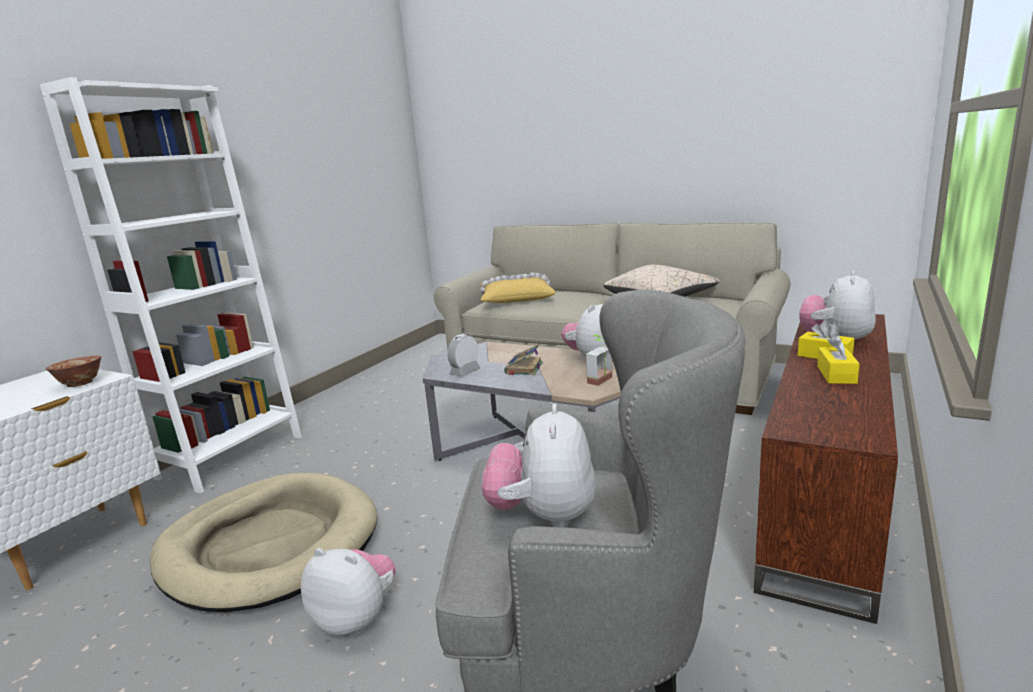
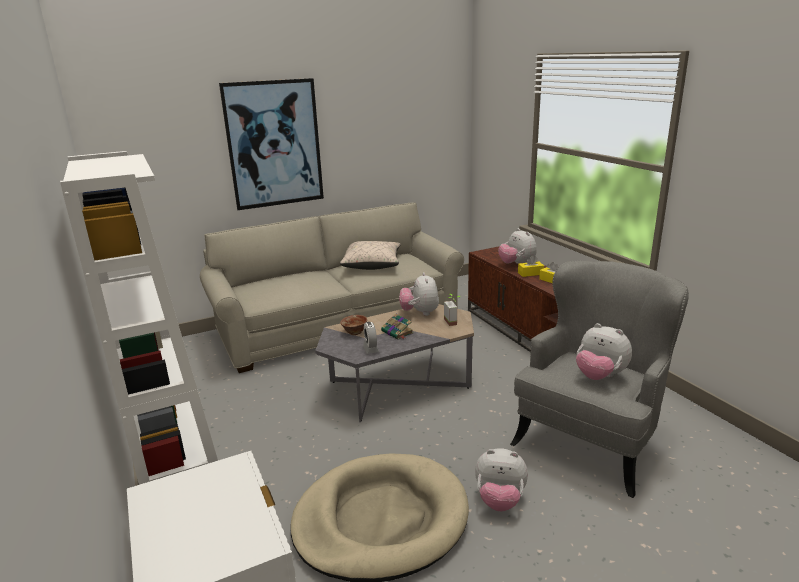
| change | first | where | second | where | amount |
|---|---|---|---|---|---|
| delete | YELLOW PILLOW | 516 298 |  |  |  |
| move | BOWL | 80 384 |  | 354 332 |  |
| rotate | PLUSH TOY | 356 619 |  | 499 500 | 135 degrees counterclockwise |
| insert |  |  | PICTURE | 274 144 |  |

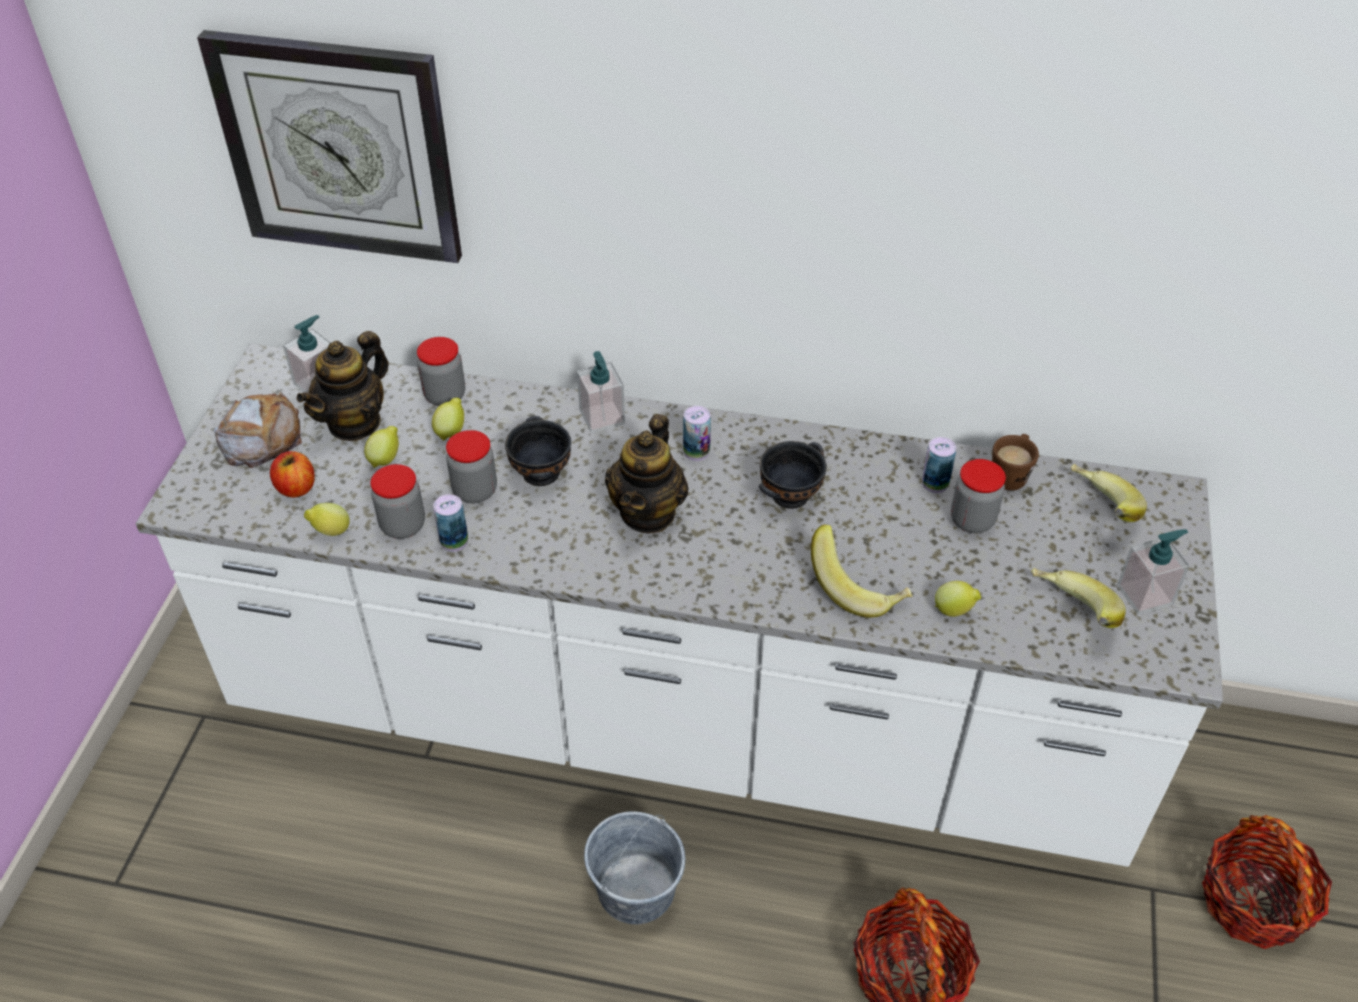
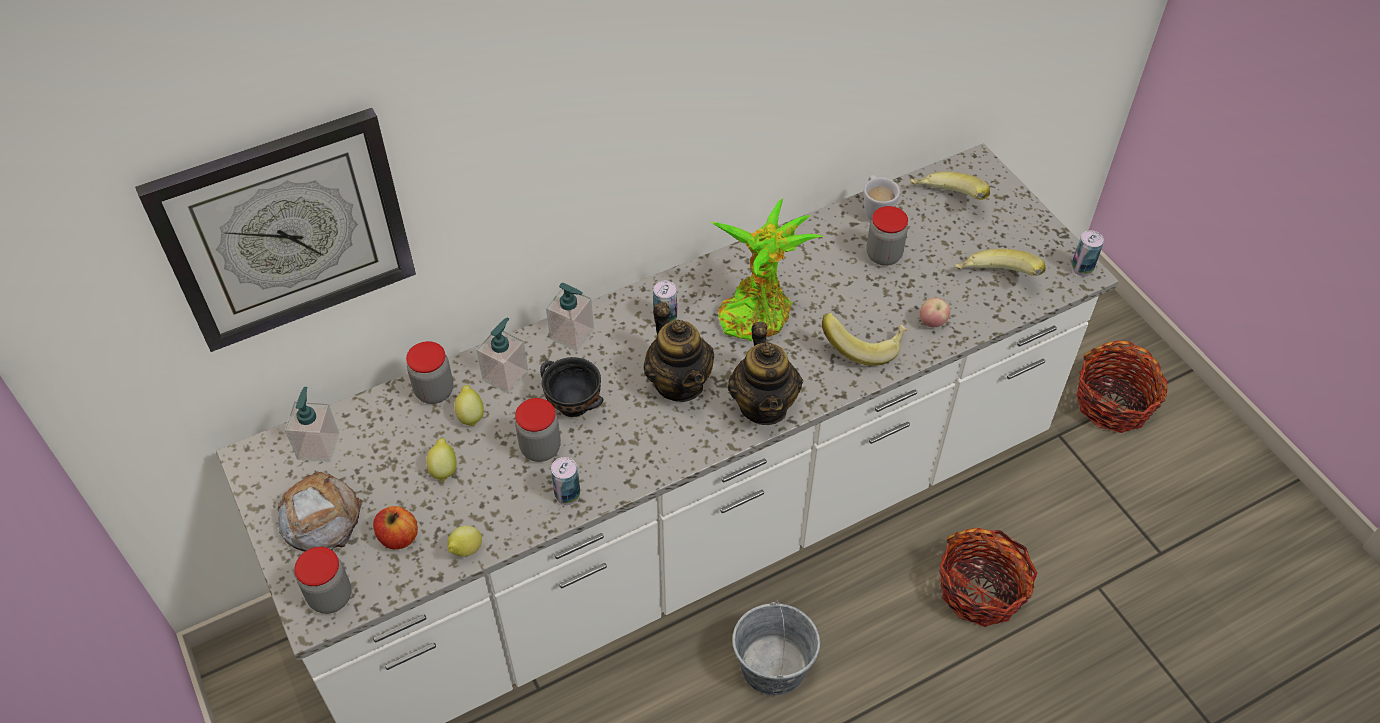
| change | first | where | second | where | amount |
|---|---|---|---|---|---|
| move | TEAPOT | 354 422 |  | 764 405 |  |
| recolor | BROWN MUG | 1011 474 | WHITE MUG | 876 209 |  |
| move | CAN | 935 484 |  | 1082 268 |  |
| replace | BLACK BOWL | 788 495 | POTTED PLANT | 757 311 |  |
| move | JAR | 403 525 |  | 330 597 |  |
| move | SOAP DISPENSER | 1145 595 |  | 505 375 |  |
| replace | LEMON | 954 611 | APPLE | 932 322 |  |

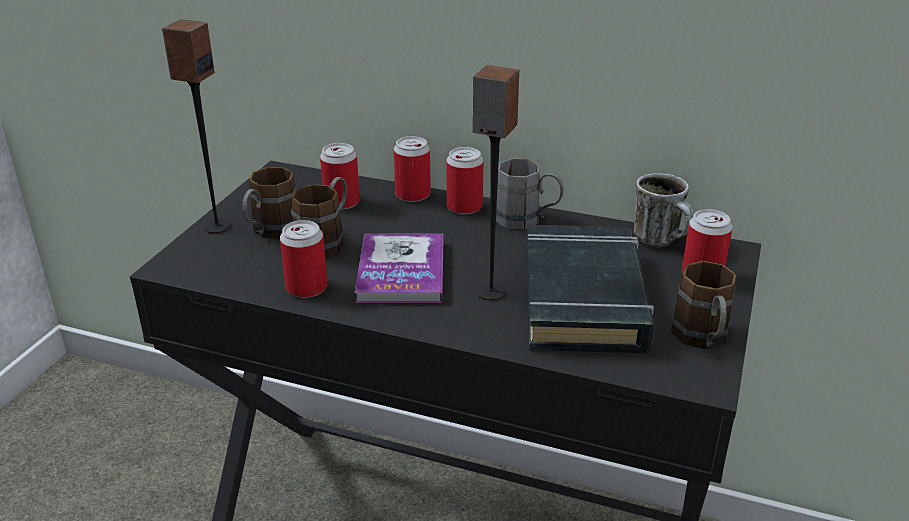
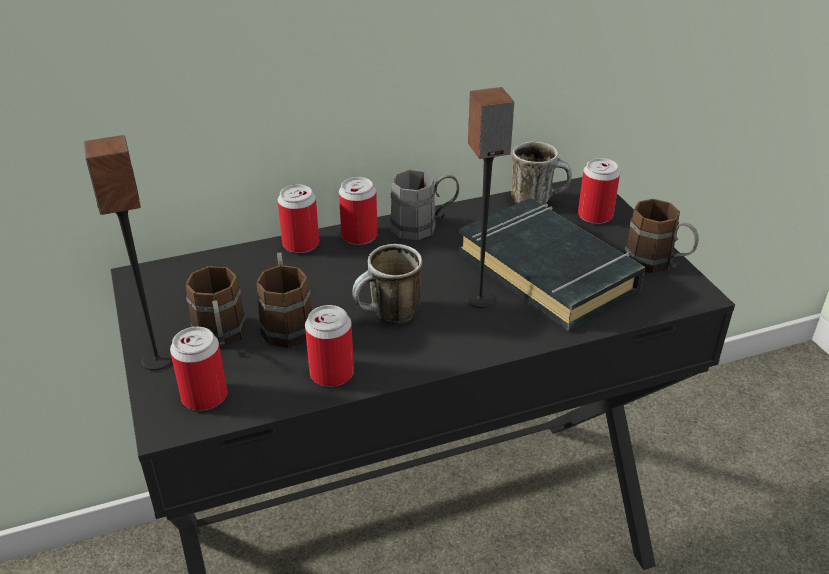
| change | first | where | second | where | amount |
|---|---|---|---|---|---|
| move | CAN | 342 202 |  | 204 396 |  |
| replace | BOOK | 401 271 | MUG | 389 317 |  |

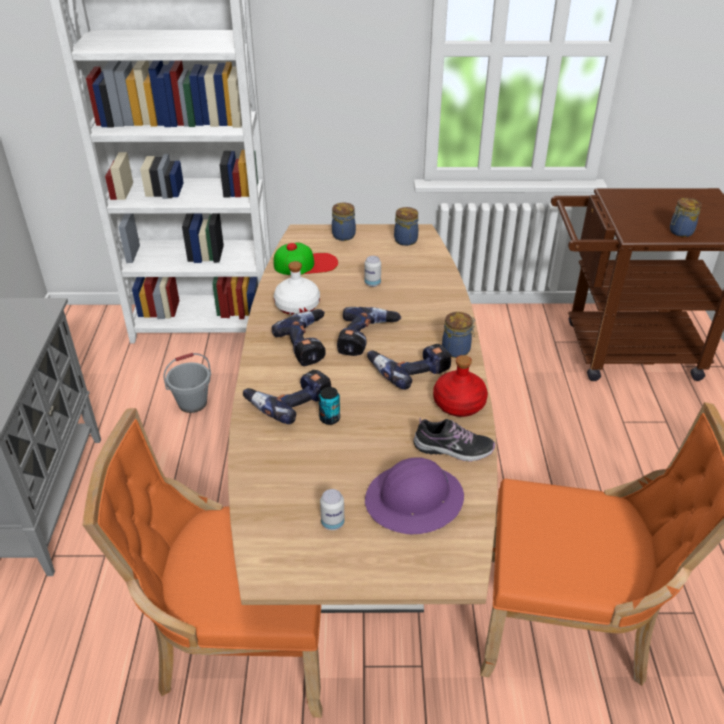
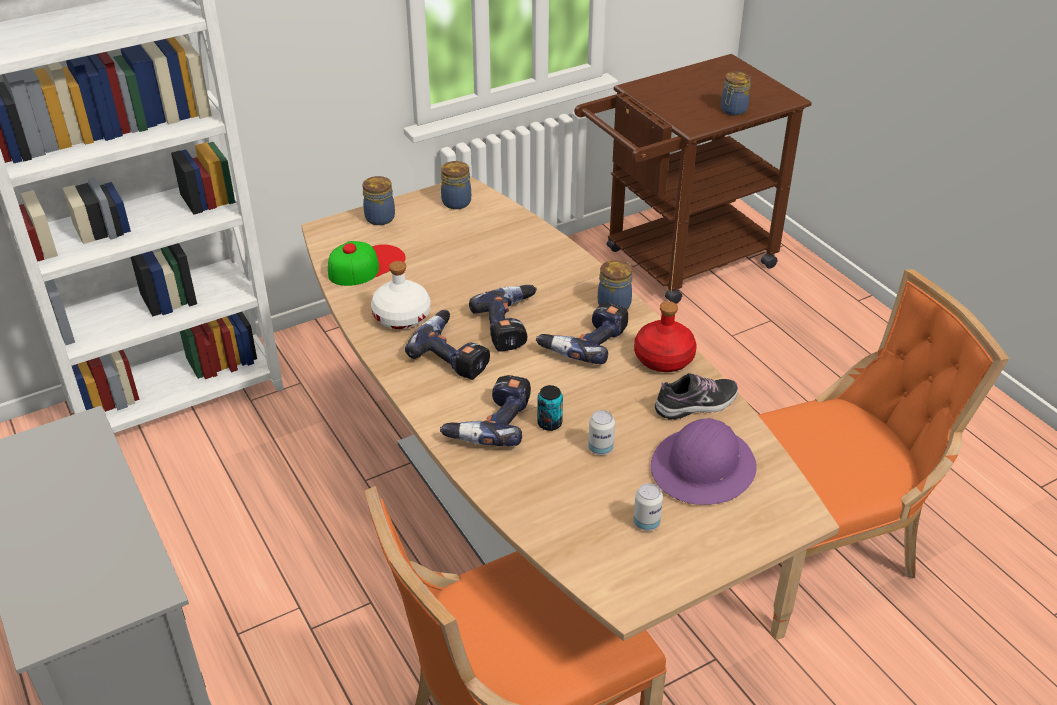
| change | first | where | second | where | amount |
|---|---|---|---|---|---|
| move | CAN | 372 283 |  | 600 449 |  |
| delete | GREY BUCKET | 192 403 |  |  |  |

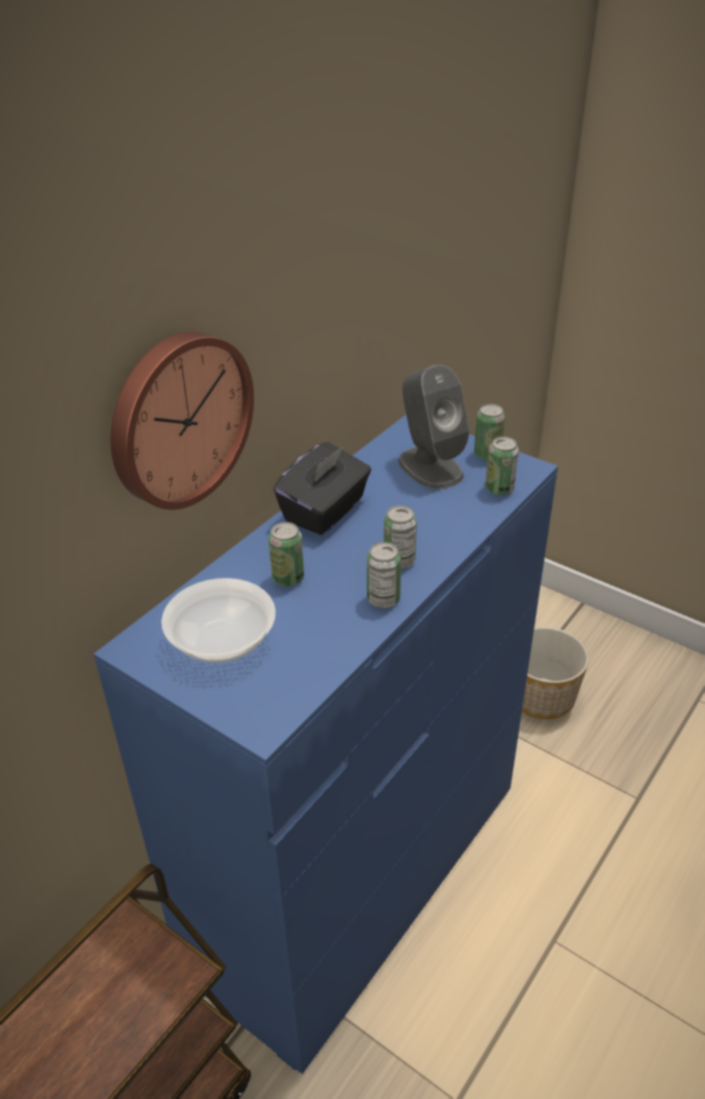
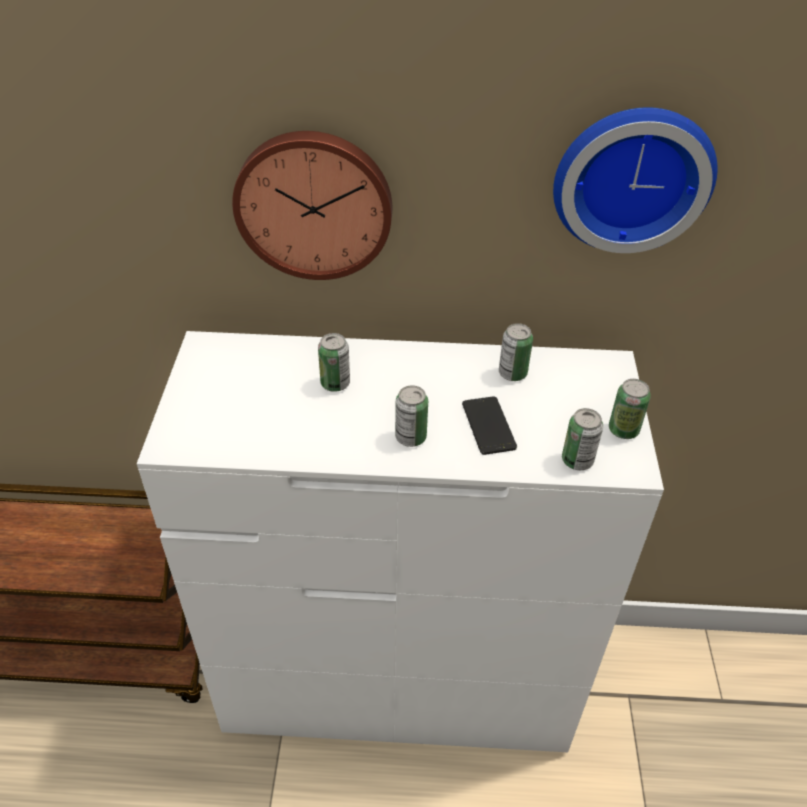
| change | first | where | second | where | amount |
|---|---|---|---|---|---|
| delete | GREY SPEAKER | 430 467 |  |  |  |
| recolor | BLUE DRESSER | 359 878 | WHITE DRESSER | 397 680 |  |
| delete | BLACK TISSUE BOX | 325 511 |  |  |  |
| move | CAN | 383 599 |  | 512 373 |  |
| delete | BOWL | 221 641 |  |  |  |
| delete | PLANTER | 542 696 |  |  |  |
| insert |  |  | WALL CLOCK | 631 176 |  |
| insert |  |  | PHONE | 488 426 |  |

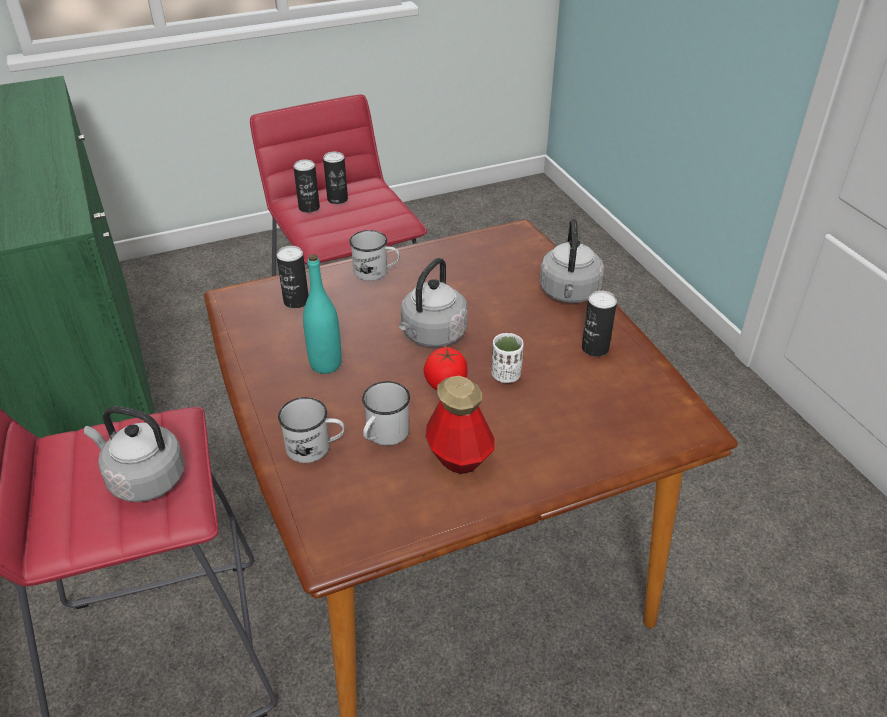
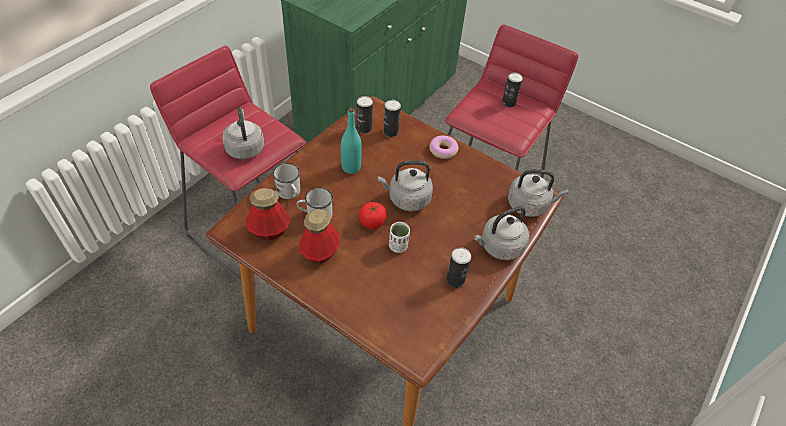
| change | first | where | second | where | amount |
|---|---|---|---|---|---|
| move | CAN | 309 208 |  | 364 128 |  |
| replace | WHITE MUG | 376 272 | DONUT | 443 150 |  |
| insert |  |  | GREY KETTLE | 529 205 |  |
| insert |  |  | BOTTLE | 269 231 |  |

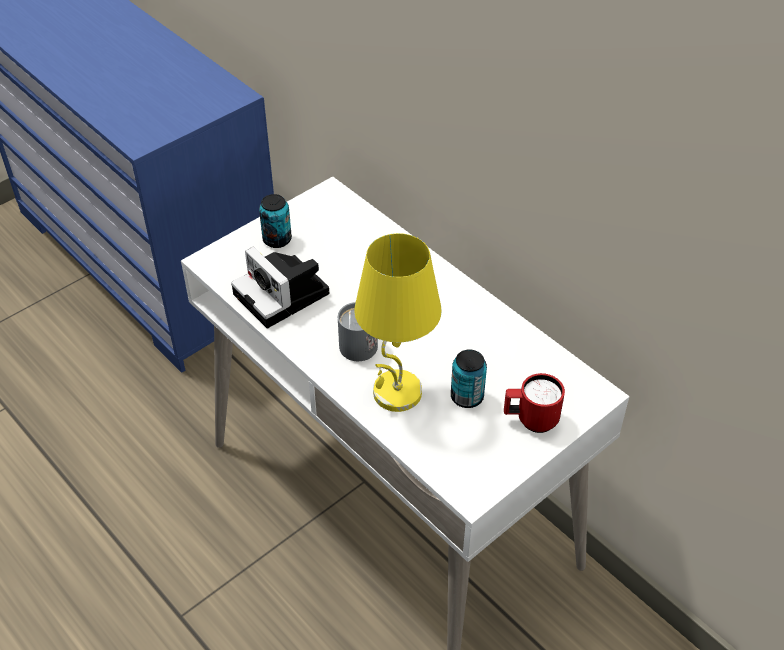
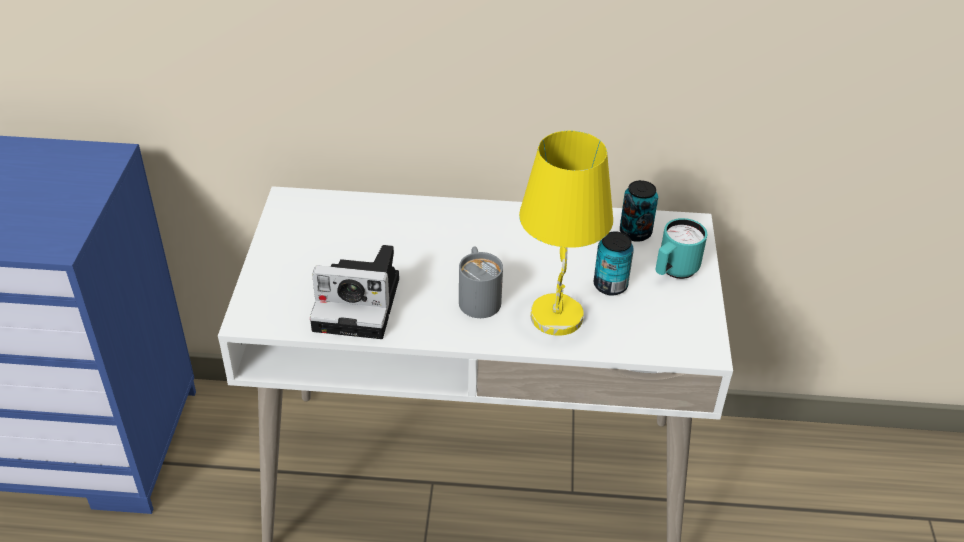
| change | first | where | second | where | amount |
|---|---|---|---|---|---|
| move | CAN | 277 239 |  | 635 232 |  |
| recolor | RED MUG | 530 420 | TURQUOISE MUG | 674 271 |  |

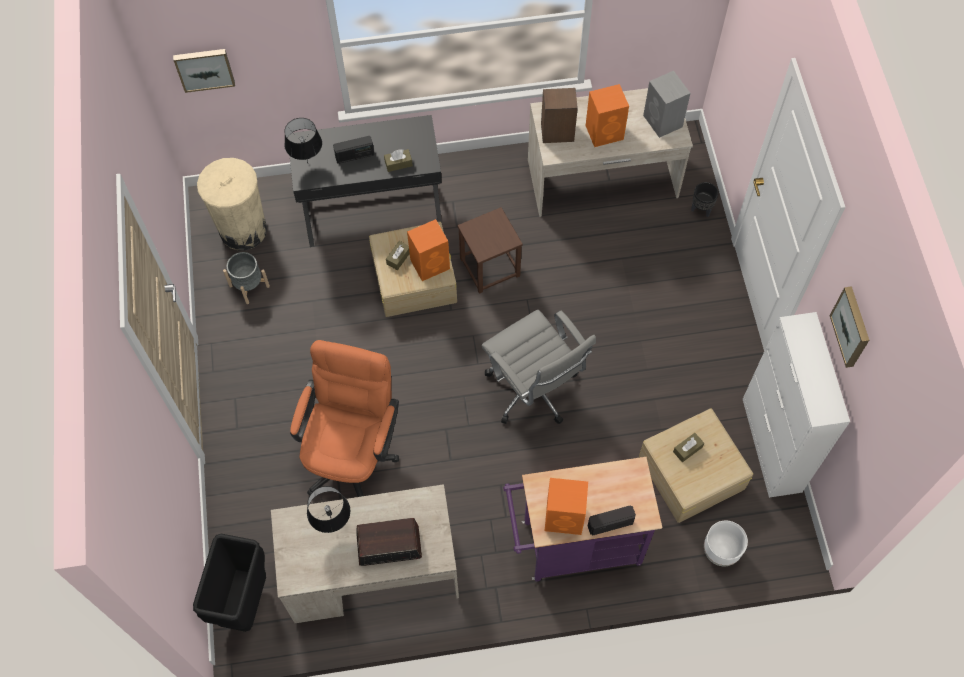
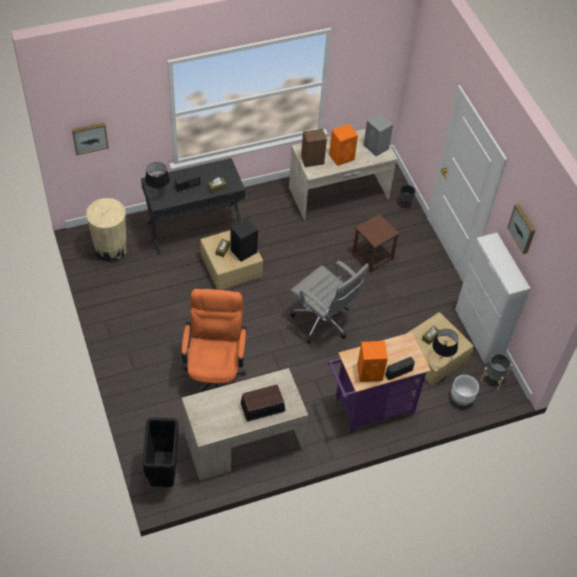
| change | first | where | second | where | amount |
|---|---|---|---|---|---|
| move | BROWN STOOL | 490 267 |  | 372 256 |  |
| recolor | ORANGE SPEAKER | 431 264 | BLACK SPEAKER | 244 251 |  |
| move | GREY PLANTER | 249 286 |  | 494 378 |  |
| move | BLACK TABLE LAMP | 332 524 |  | 441 358 |  |

